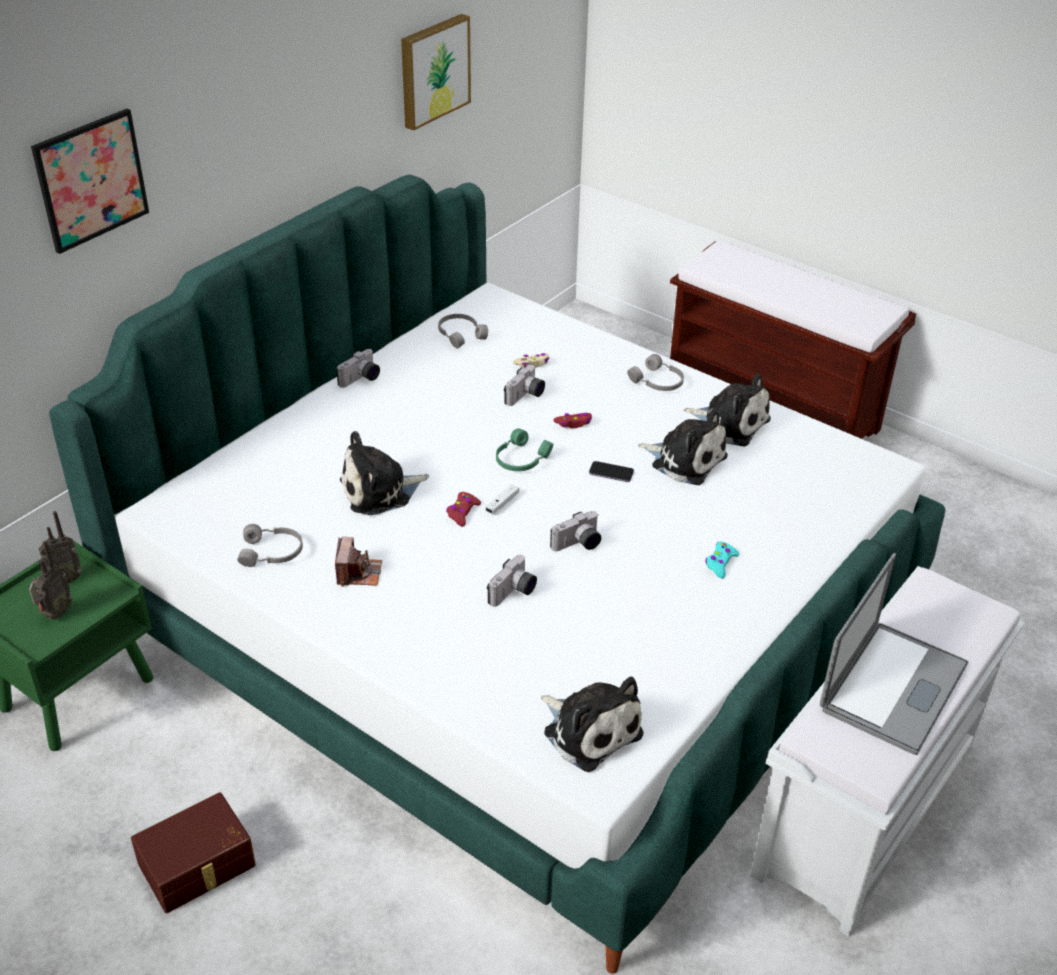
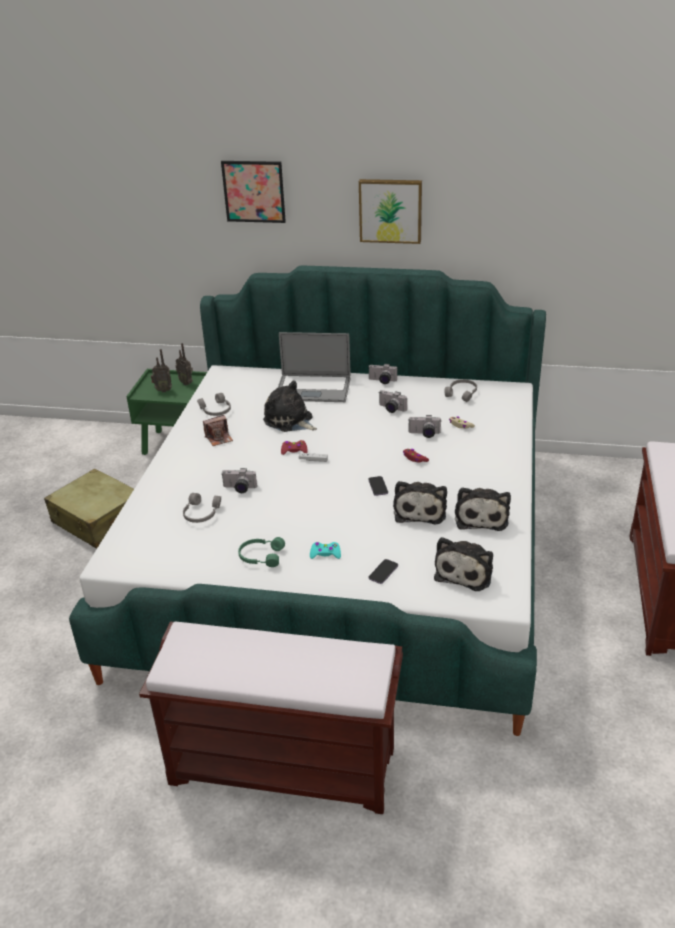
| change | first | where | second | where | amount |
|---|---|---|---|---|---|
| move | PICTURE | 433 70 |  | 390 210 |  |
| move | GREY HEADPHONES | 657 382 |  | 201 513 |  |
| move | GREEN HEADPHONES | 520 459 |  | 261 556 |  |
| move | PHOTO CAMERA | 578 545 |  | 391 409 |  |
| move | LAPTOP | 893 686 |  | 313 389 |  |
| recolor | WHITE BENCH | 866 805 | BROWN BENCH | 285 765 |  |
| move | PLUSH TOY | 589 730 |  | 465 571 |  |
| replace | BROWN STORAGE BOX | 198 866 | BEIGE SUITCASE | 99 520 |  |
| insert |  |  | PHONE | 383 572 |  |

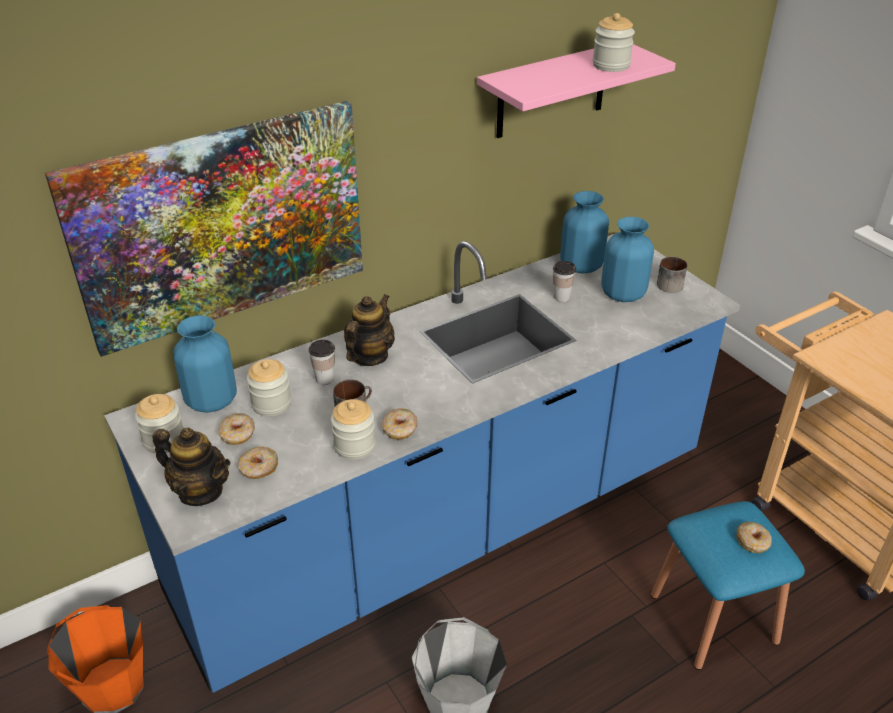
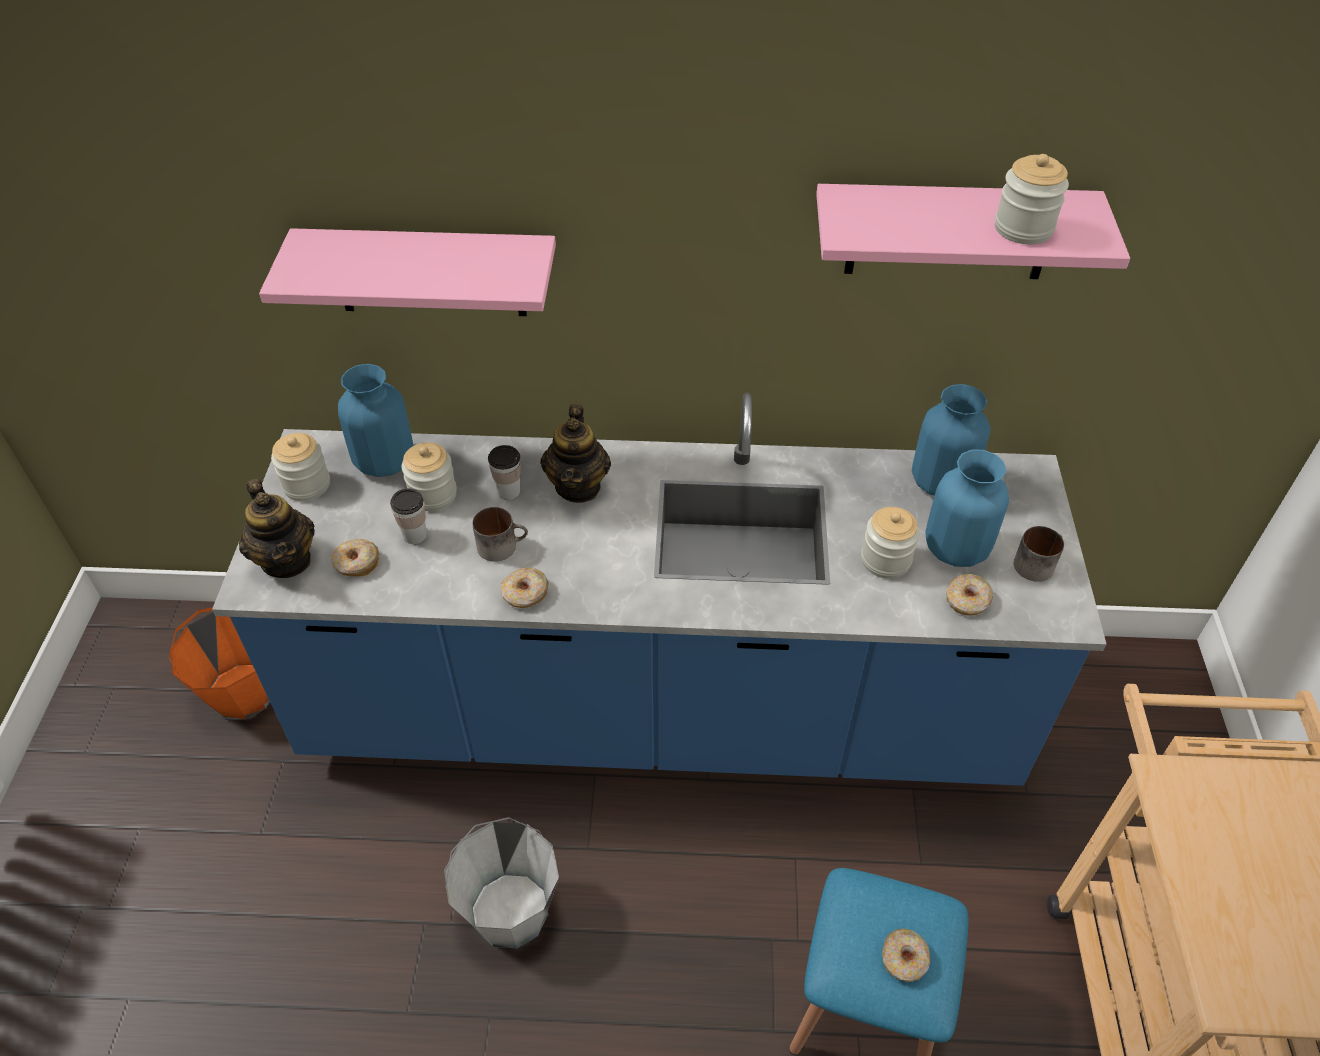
| change | first | where | second | where | amount |
|---|---|---|---|---|---|
| replace | PICTURE | 222 225 | PINK SHELF | 429 272 |  |
| move | CUP | 561 297 |  | 415 535 |  |
| rotate | TEAPOT | 369 356 |  | 578 486 | 120 degrees clockwise |
| move | JAR | 354 446 |  | 885 560 |  |
| move | DONUT | 238 434 |  | 967 601 |  |

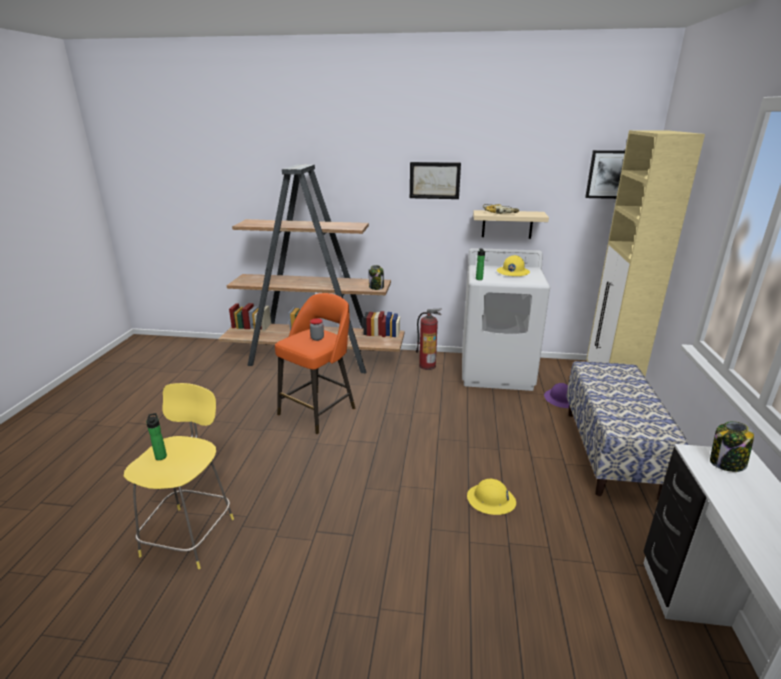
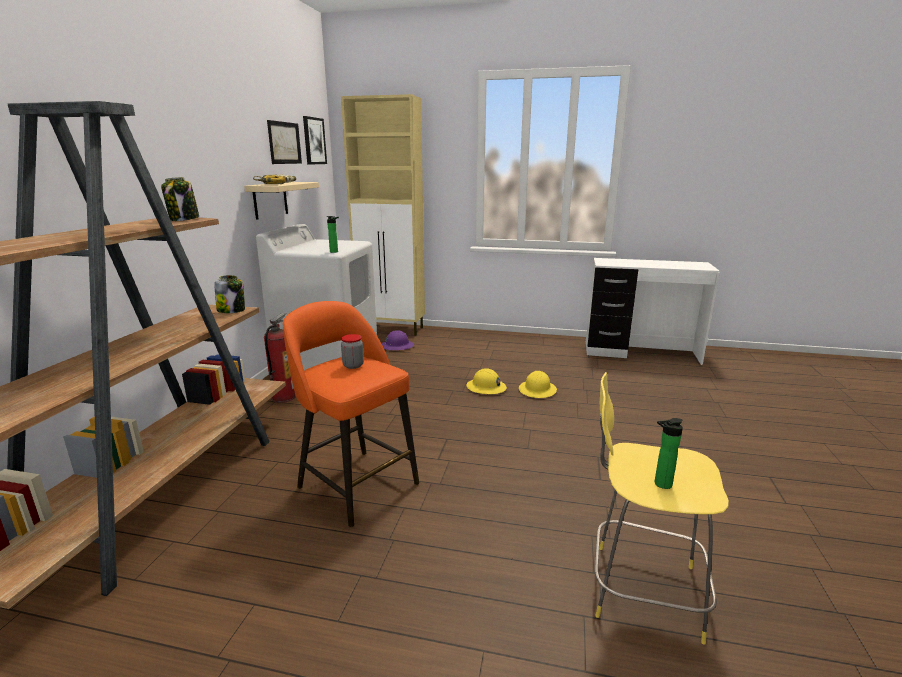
| change | first | where | second | where | amount |
|---|---|---|---|---|---|
| move | PICTURE | 434 180 |  | 284 143 |  |
| move | YELLOW HARD HAT | 512 272 |  | 486 387 |  |
| delete | BENCH | 610 452 |  |  |  |
| move | JAR | 726 463 |  | 184 219 |  |

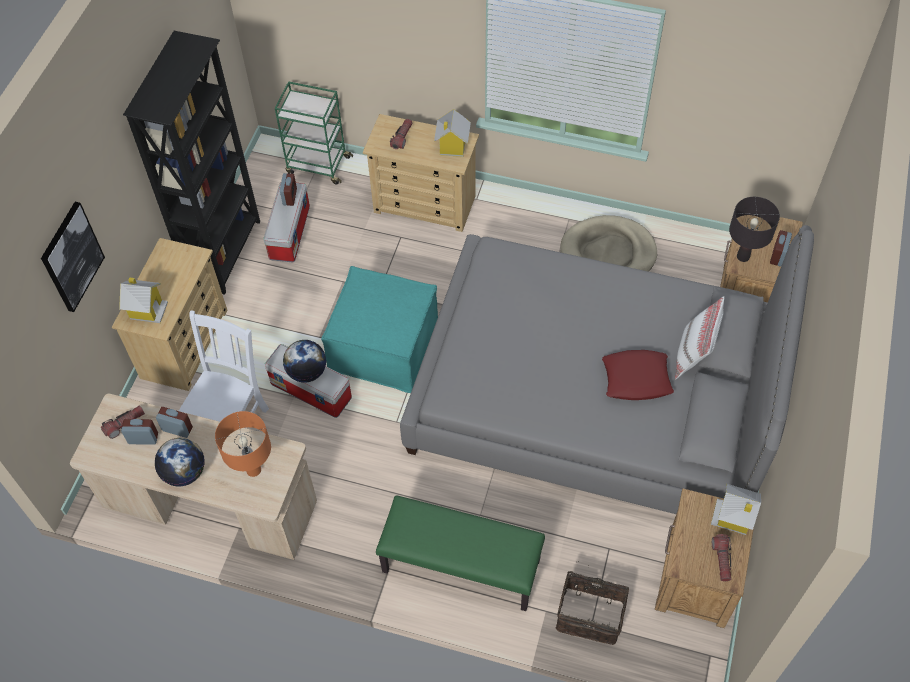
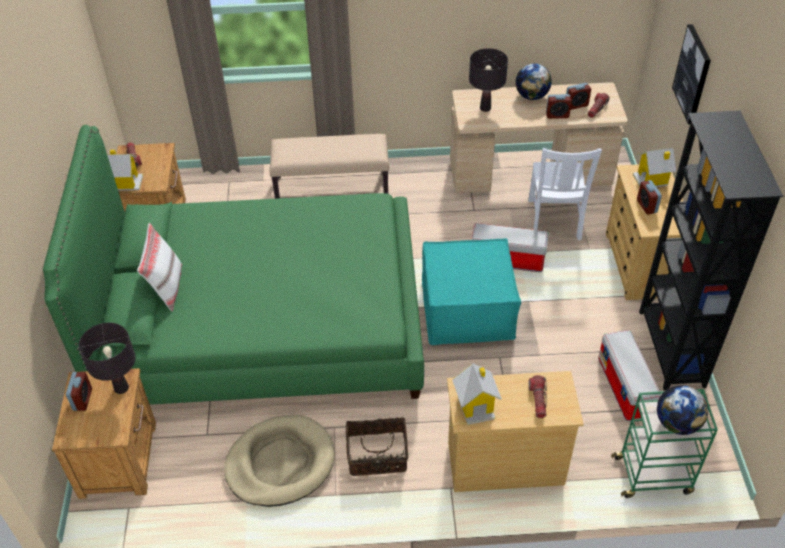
| change | first | where | second | where | amount |
|---|---|---|---|---|---|
| move | ALARM CLOCK | 290 197 |  | 646 206 |  |
| recolor | GREY BED | 593 395 | GREEN BED | 262 322 |  |
| move | GLOBE | 307 372 |  | 677 424 |  |
| delete | RED PILLOW | 636 379 |  |  |  |
| recolor | ORANGE TABLE LAMP | 254 470 | BLACK TABLE LAMP | 485 108 |  |
| recolor | GREEN BENCH | 460 567 | BEIGE BENCH | 332 187 |  |
| move | BASKET | 590 614 |  | 377 457 |  |

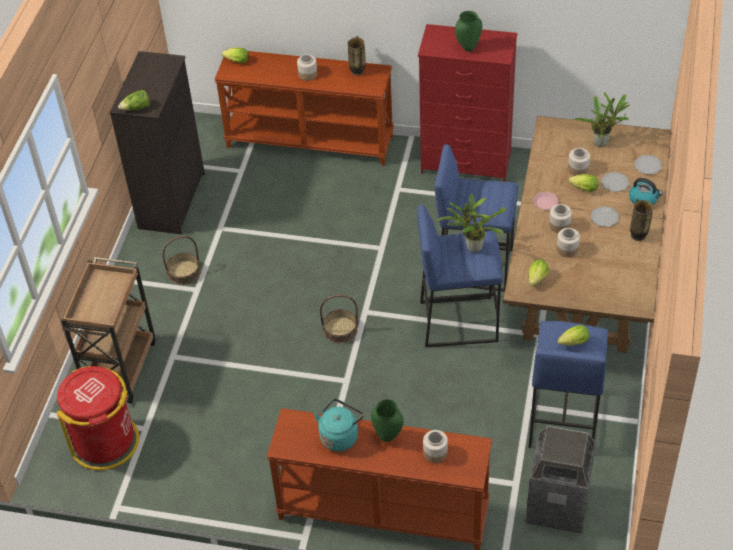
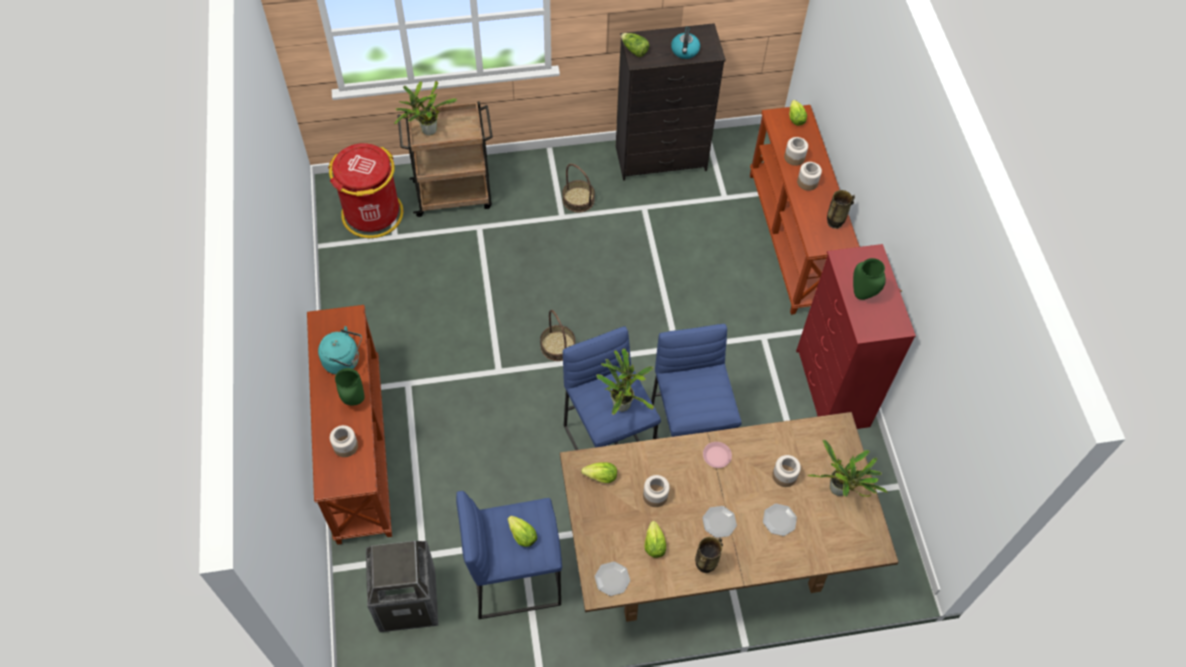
| change | first | where | second | where | amount |
|---|---|---|---|---|---|
| move | PLATE | 647 165 |  | 612 579 |  |
| move | LETTUCE | 582 188 |  | 654 542 |  |
| move | KETTLE | 643 199 |  | 685 51 |  |
| move | JAR | 559 225 |  | 794 157 |  |
| insert |  |  | POTTED PLANT | 427 131 |  |

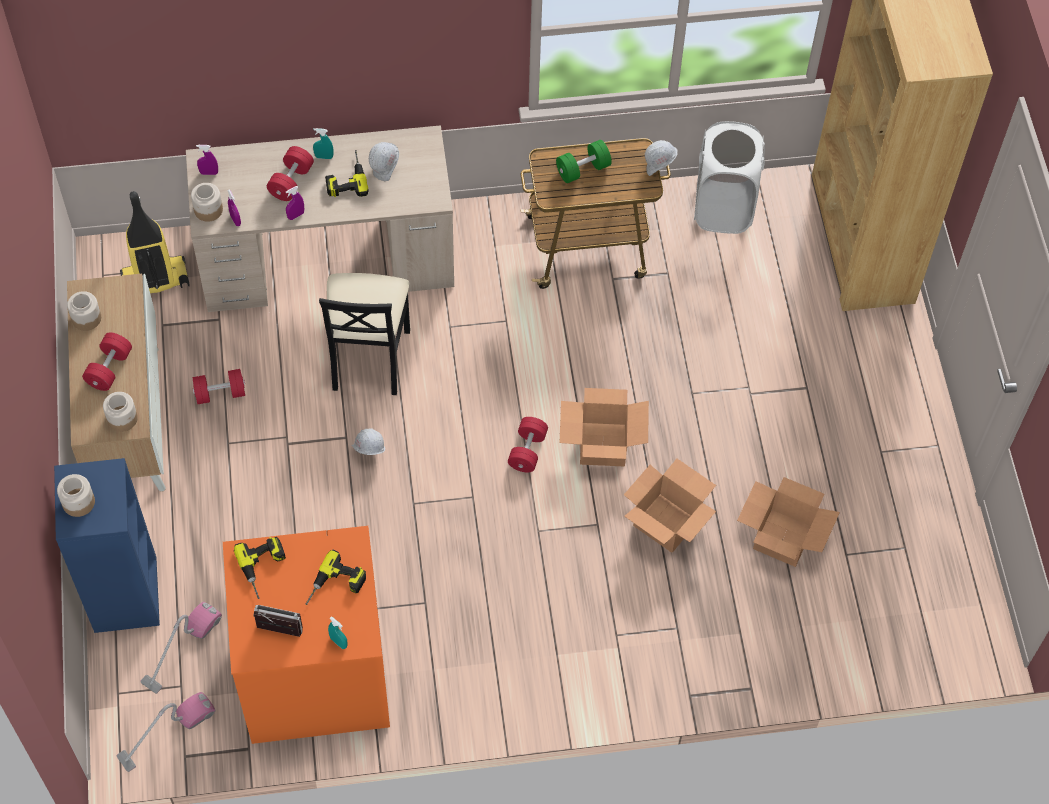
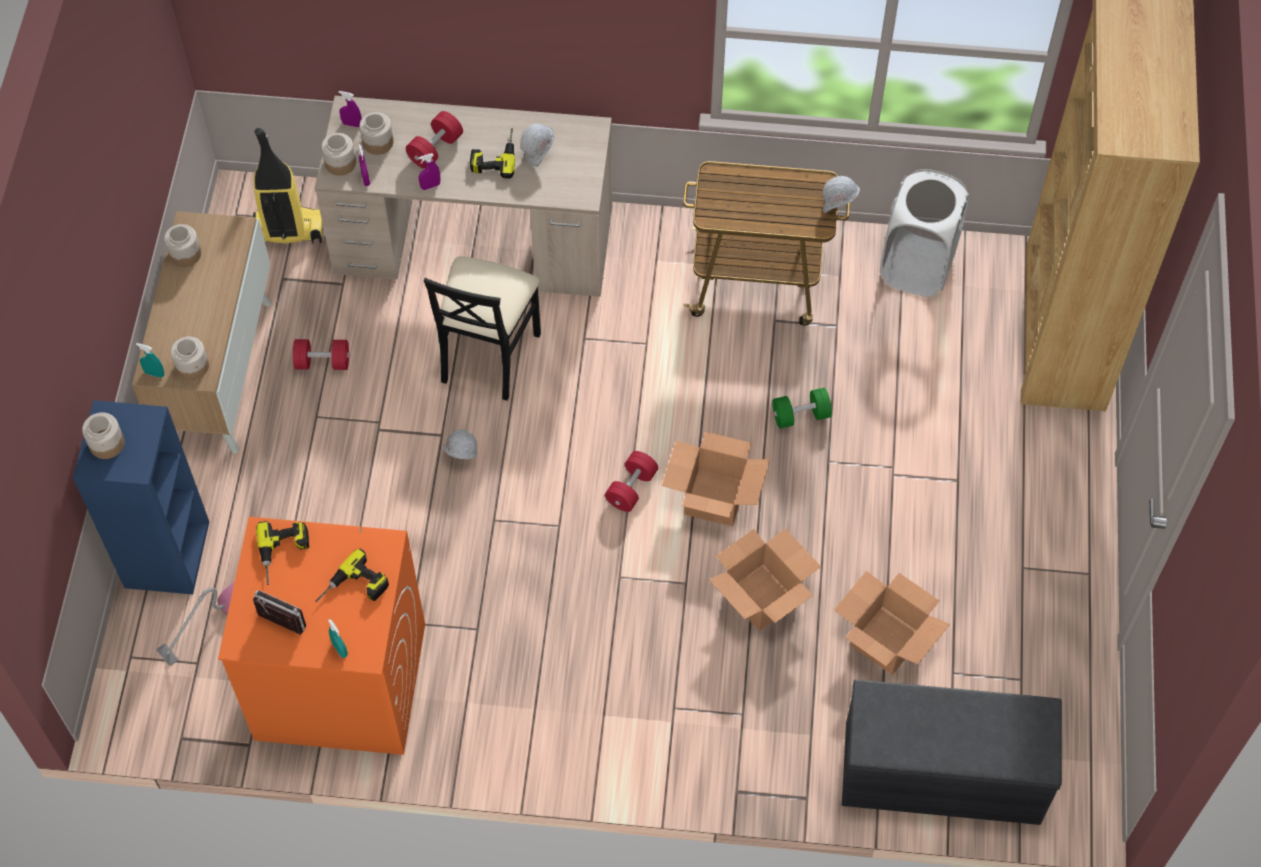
| change | first | where | second | where | amount |
|---|---|---|---|---|---|
| move | TURQUOISE SPRAY BOTTLE | 324 157 |  | 154 373 |  |
| move | GREEN DUMBBELL | 583 169 |  | 801 415 |  |
| delete | RED DUMBBELL | 109 369 |  |  |  |
| delete | VACUUM CLEANER | 166 733 |  |  |  |
| insert |  |  | JAR | 377 142 |  |
| insert |  |  | GREY BENCH | 940 774 |  |

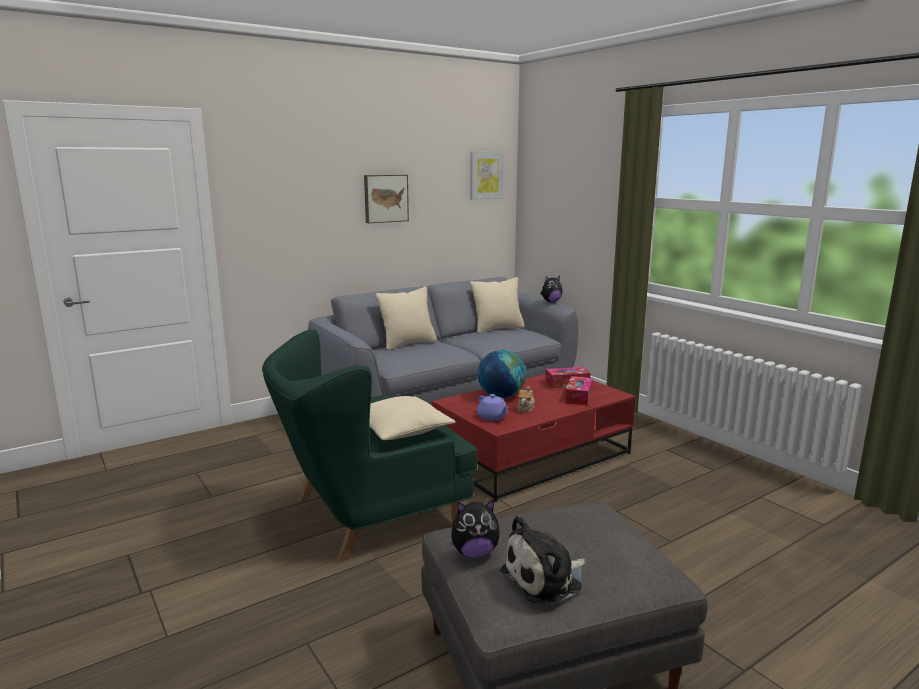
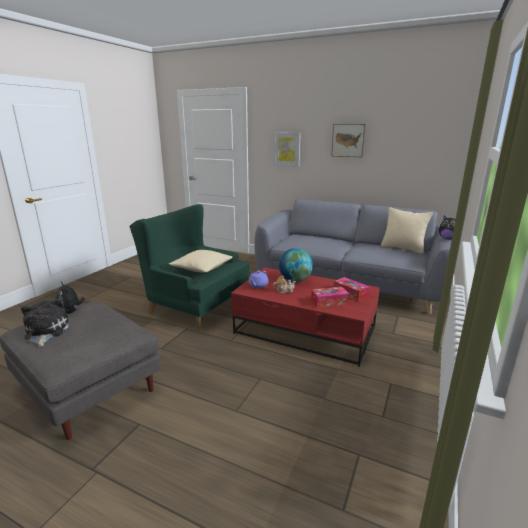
| change | first | where | second | where | amount |
|---|---|---|---|---|---|
| move | PICTURE | 486 175 |  | 287 149 |  |
| delete | BEIGE PILLOW | 408 343 |  |  |  |
| rotate | PLUSH TOY | 545 579 |  | 46 332 | 45 degrees clockwise |

